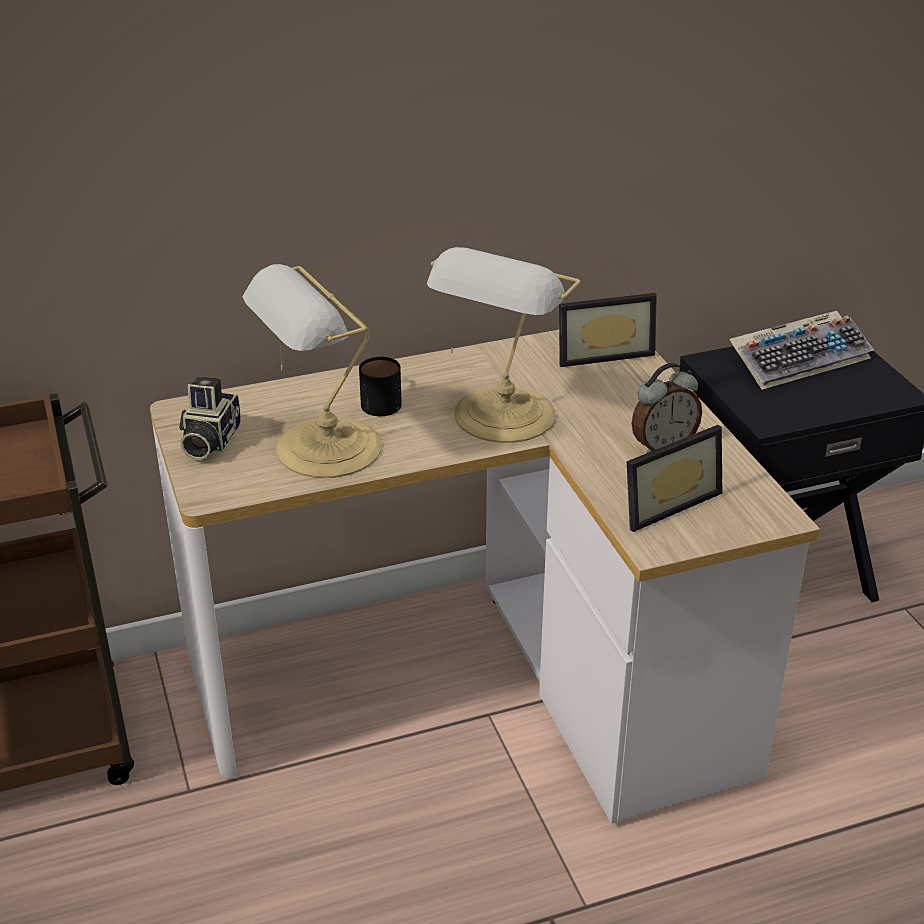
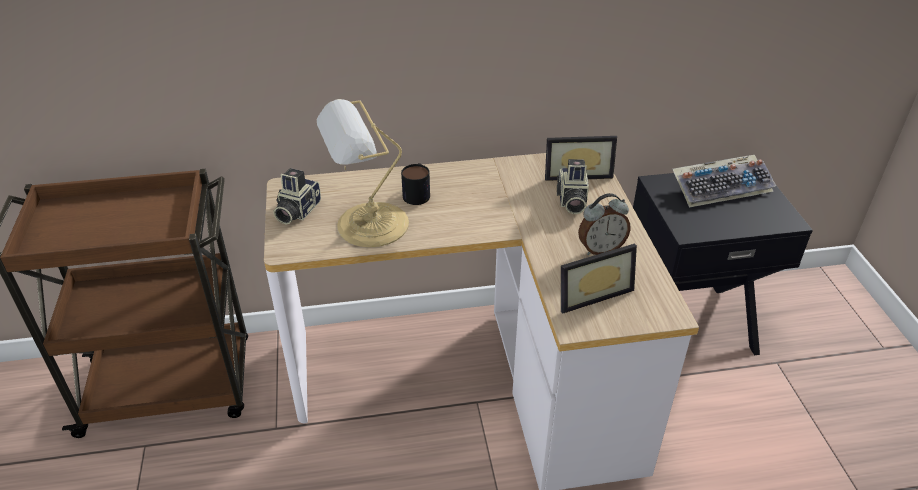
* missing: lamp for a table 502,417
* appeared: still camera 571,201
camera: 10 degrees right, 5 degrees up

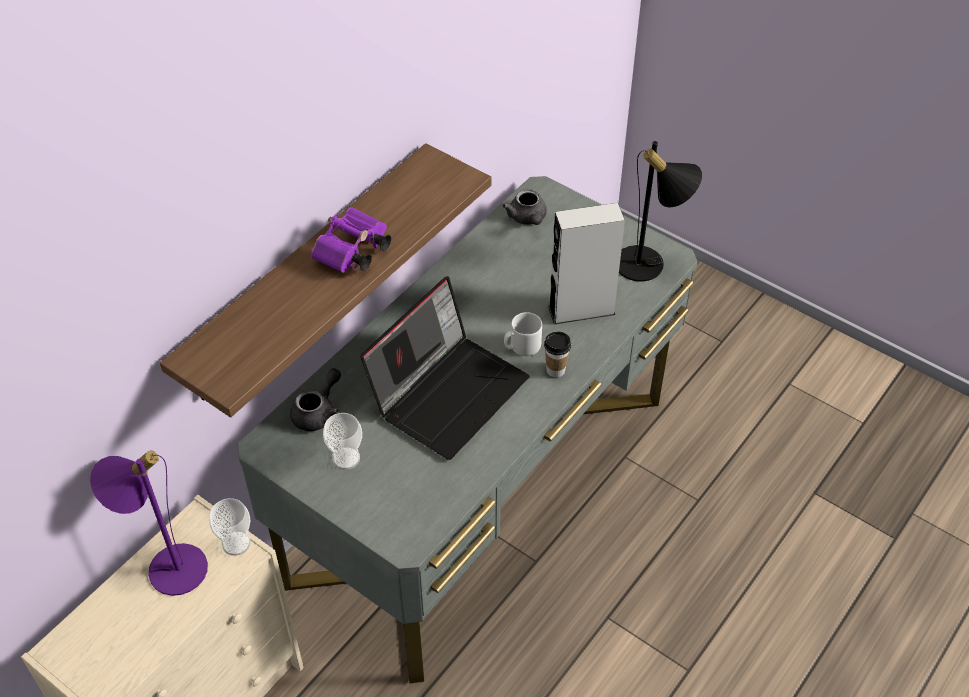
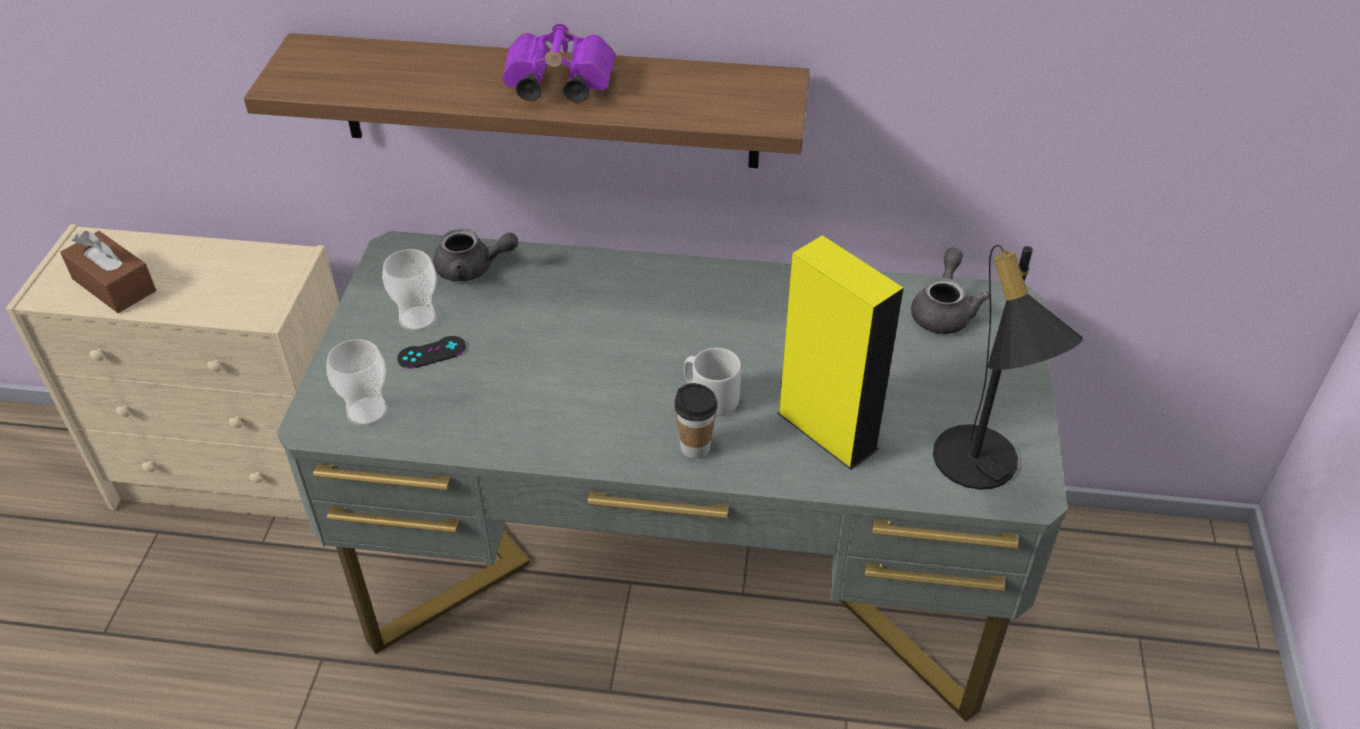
* missing: purple lamp for a table 167,565
* missing: notebook computer 449,392
* appeared: brown-coloured box of tissues 114,285
* appeared: black joypad 431,353
* relocated: drinking cup 236,543 to 367,412
* colour: gray speaker 581,310 to yellow-coloured speaker 827,430
* spun: gray pot for tea 527,219 = 943,311 150 degrees clockwise
camera: 60 degrees right, 5 degrees down

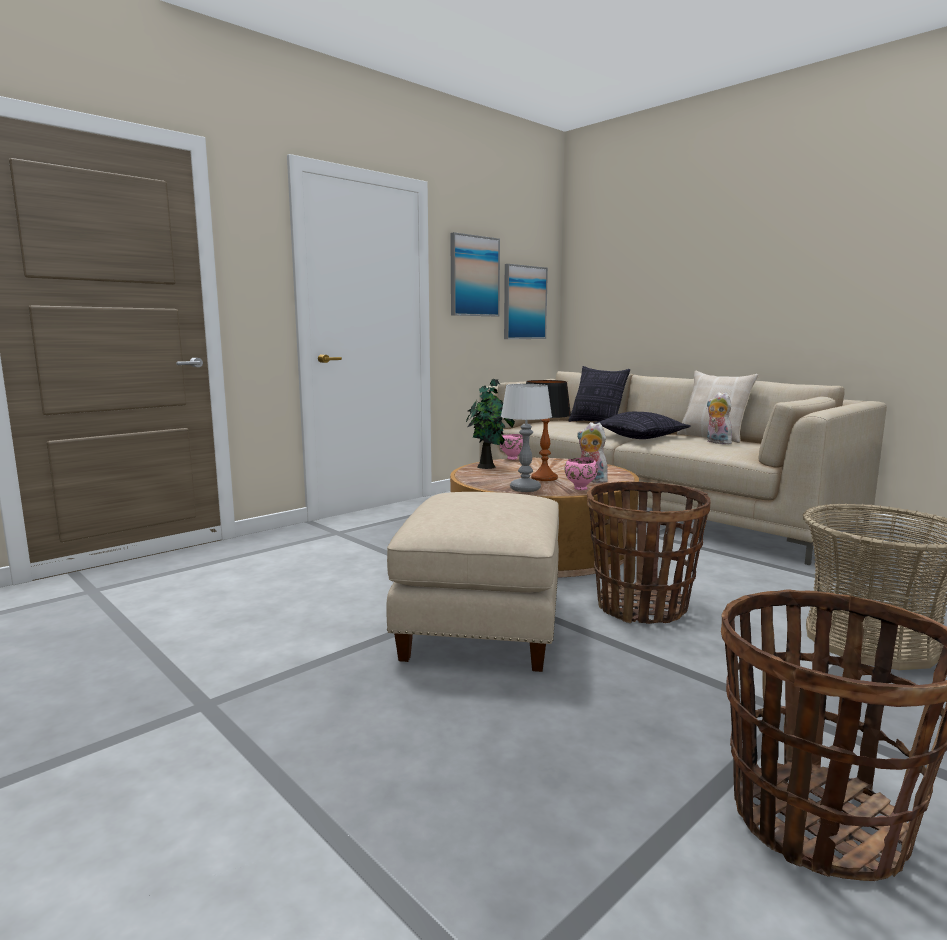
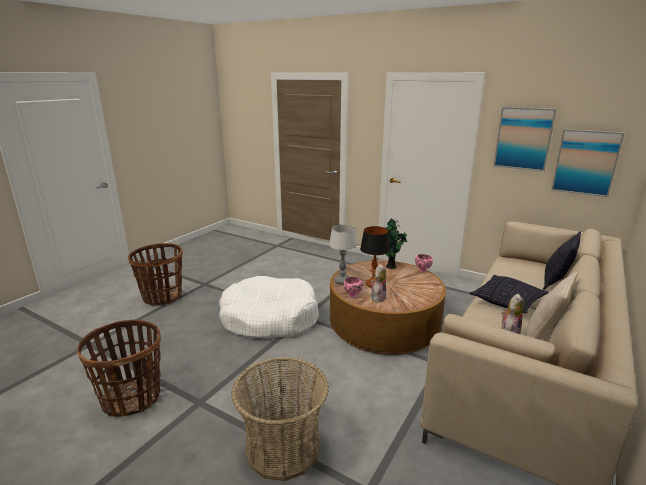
* relocated: basket 641,607 to 162,297
* exchanged: beige footrest 480,625 to white dog bed 269,318
camera: 75 degrees right, 10 degrees up

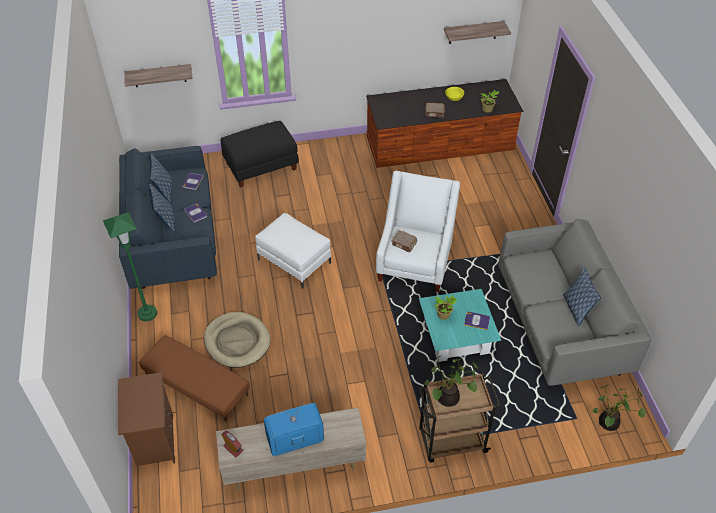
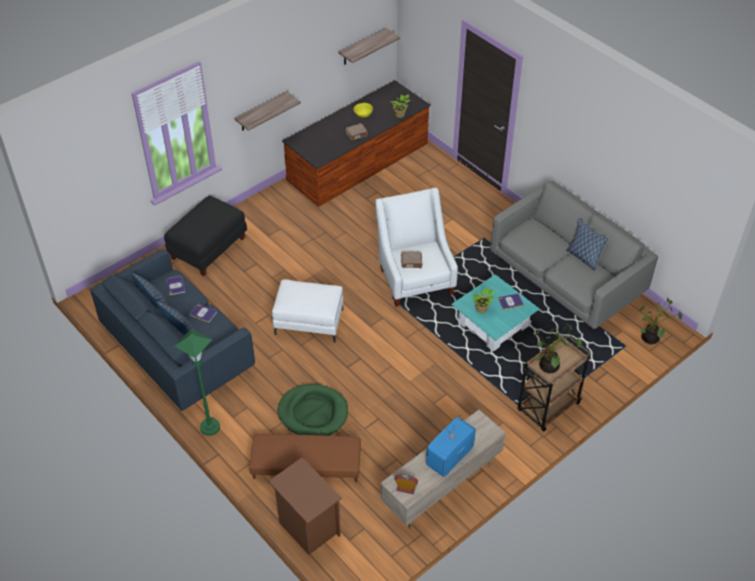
* relocated: shelf 159,75 to 261,112
* colour: beige dog bed 237,341 to green-coloured dog bed 313,413
camera: 30 degrees left, 0 degrees up

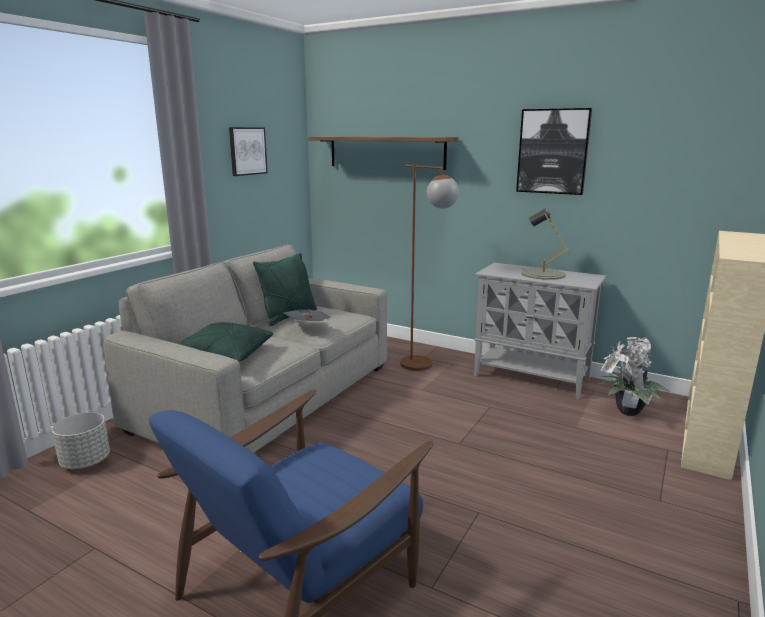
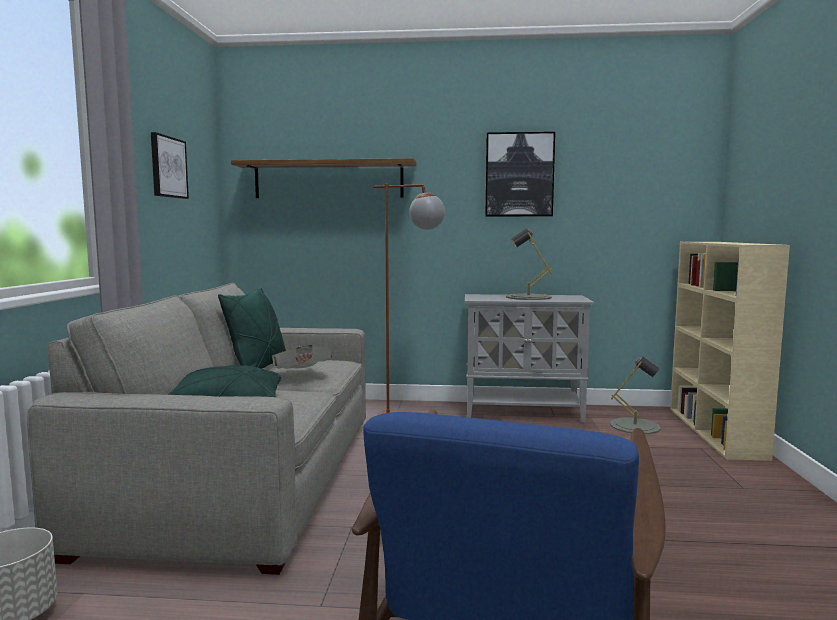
* exchanged: plant in a pot 626,412 to gray lamp for a table 635,426
camera: 25 degrees left, 10 degrees down

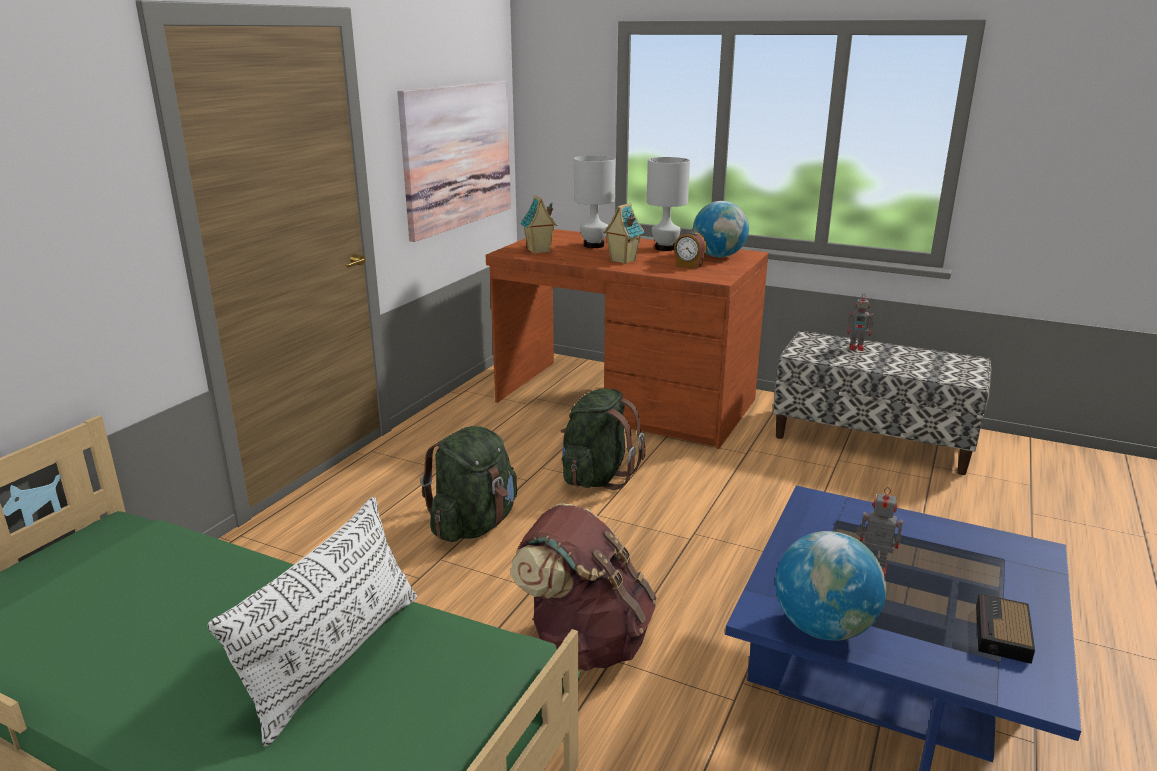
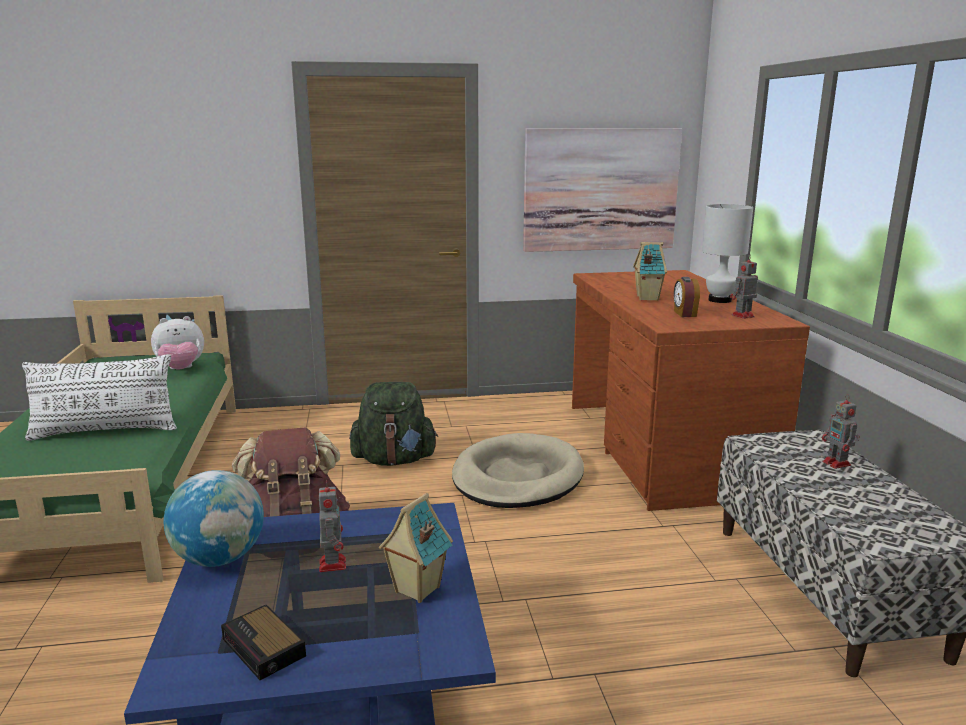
* missing: white lamp for a table 593,245
* appeared: plush toy 181,369
* relocated: miniature house 538,251 to 416,590
* exchanged: green-coloured backpack 597,477 to beige dog bed 517,477
* exchanged: globe 719,256 to model robot 742,316
* spun: table clock 1002,634 = 264,648 120 degrees counterclockwise
camera: 55 degrees right, 5 degrees down

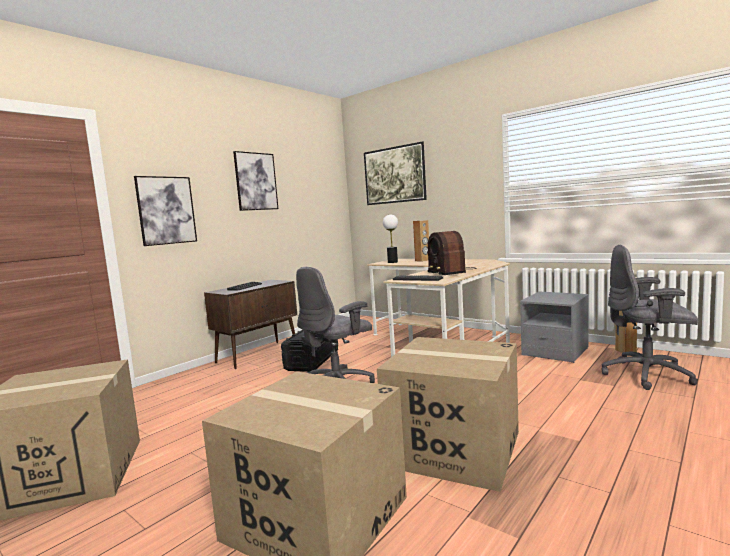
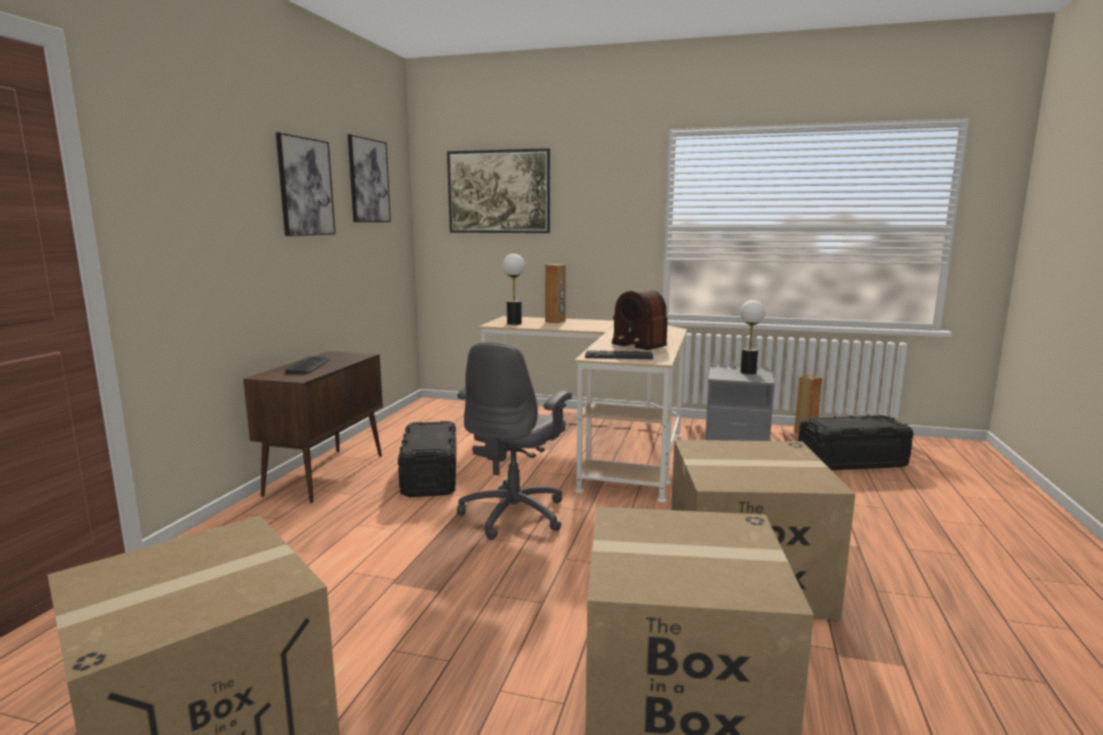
* appeared: lamp for a table 748,372
* relocated: wall art 166,210 to 368,180
* exchanged: gray computer chair 648,375 to black storage bin 851,461
camera: 25 degrees left, 5 degrees up

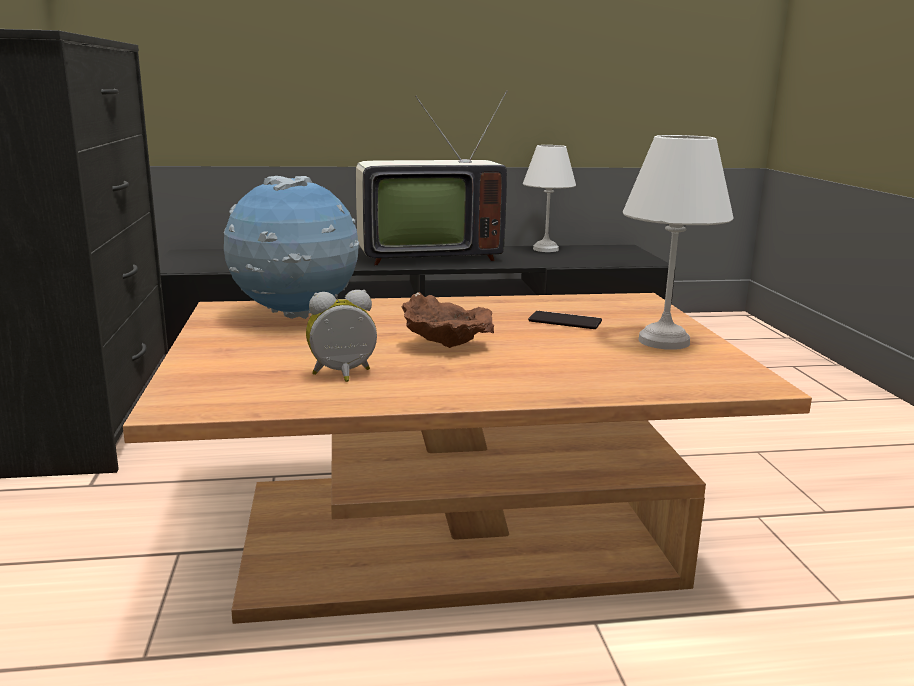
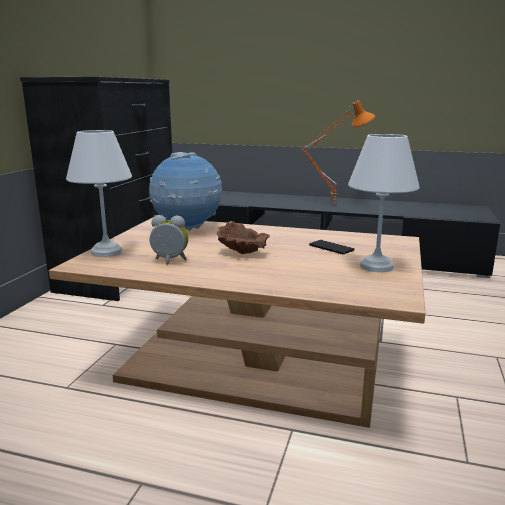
* relocated: white lamp for a table 544,249 to 105,252
* exchanged: TV set 425,256 to orange lamp for a table 333,203
camera: 25 degrees right, 0 degrees up

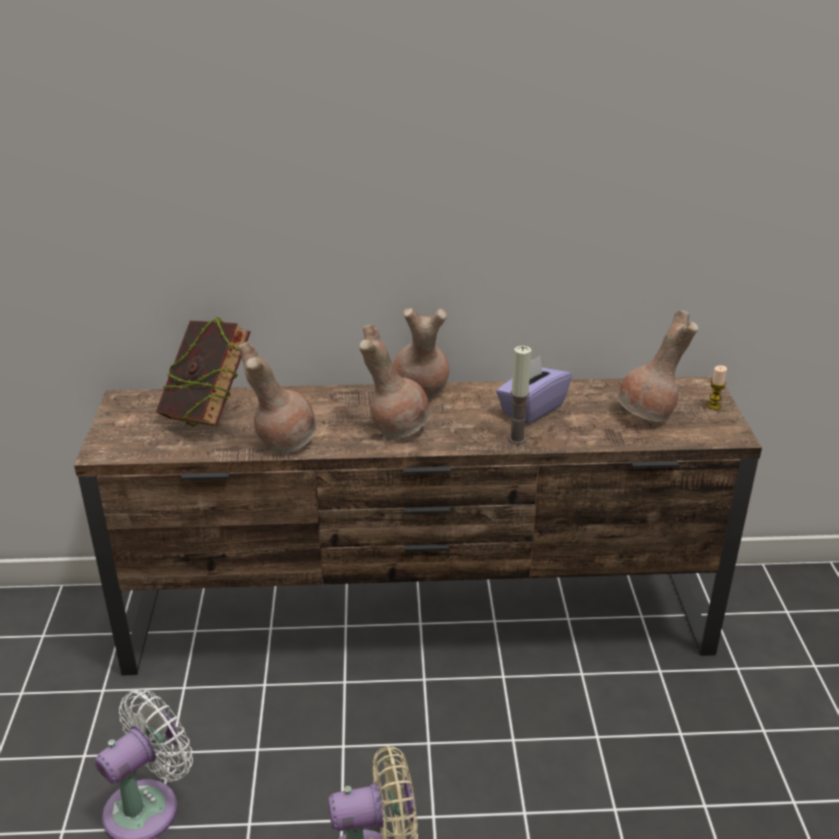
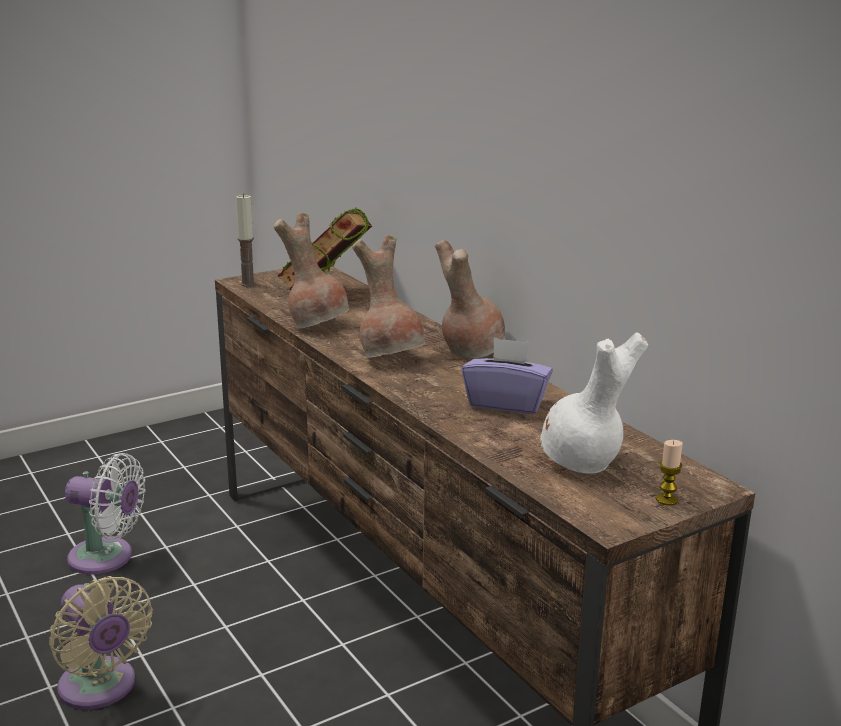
* relocated: wax candle 517,439 to 248,284
* colour: brown-coloured flower vase 648,415 to white flower vase 581,464
camera: 60 degrees right, 10 degrees down

